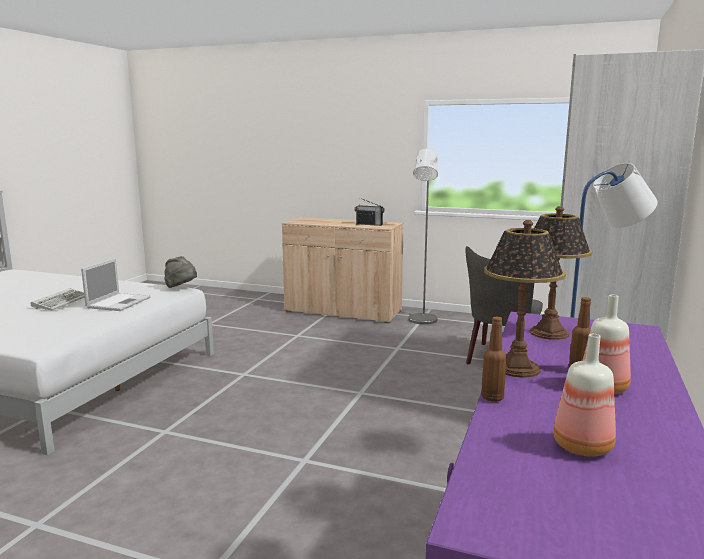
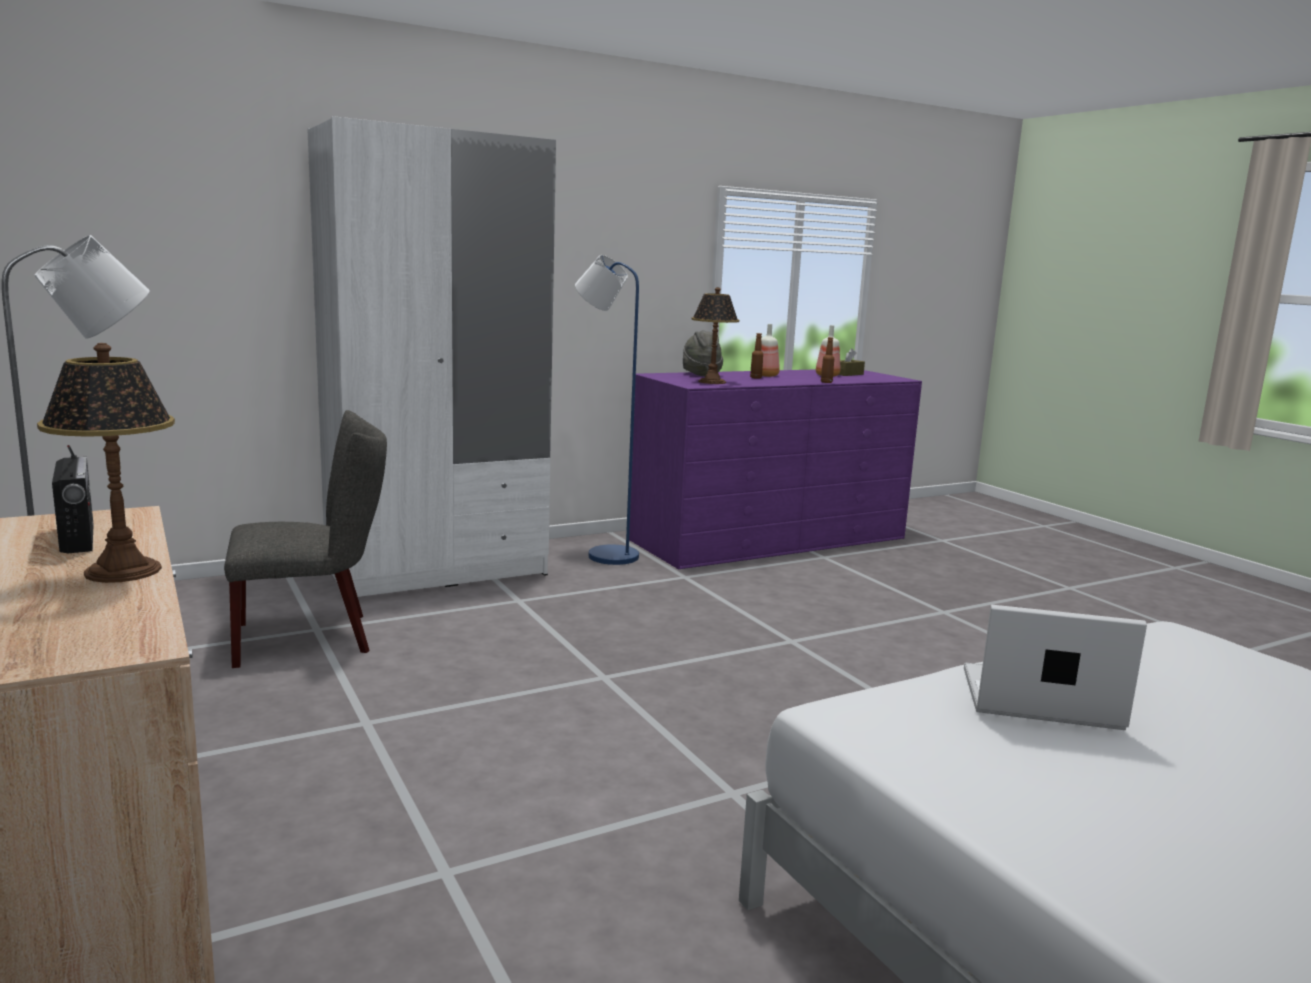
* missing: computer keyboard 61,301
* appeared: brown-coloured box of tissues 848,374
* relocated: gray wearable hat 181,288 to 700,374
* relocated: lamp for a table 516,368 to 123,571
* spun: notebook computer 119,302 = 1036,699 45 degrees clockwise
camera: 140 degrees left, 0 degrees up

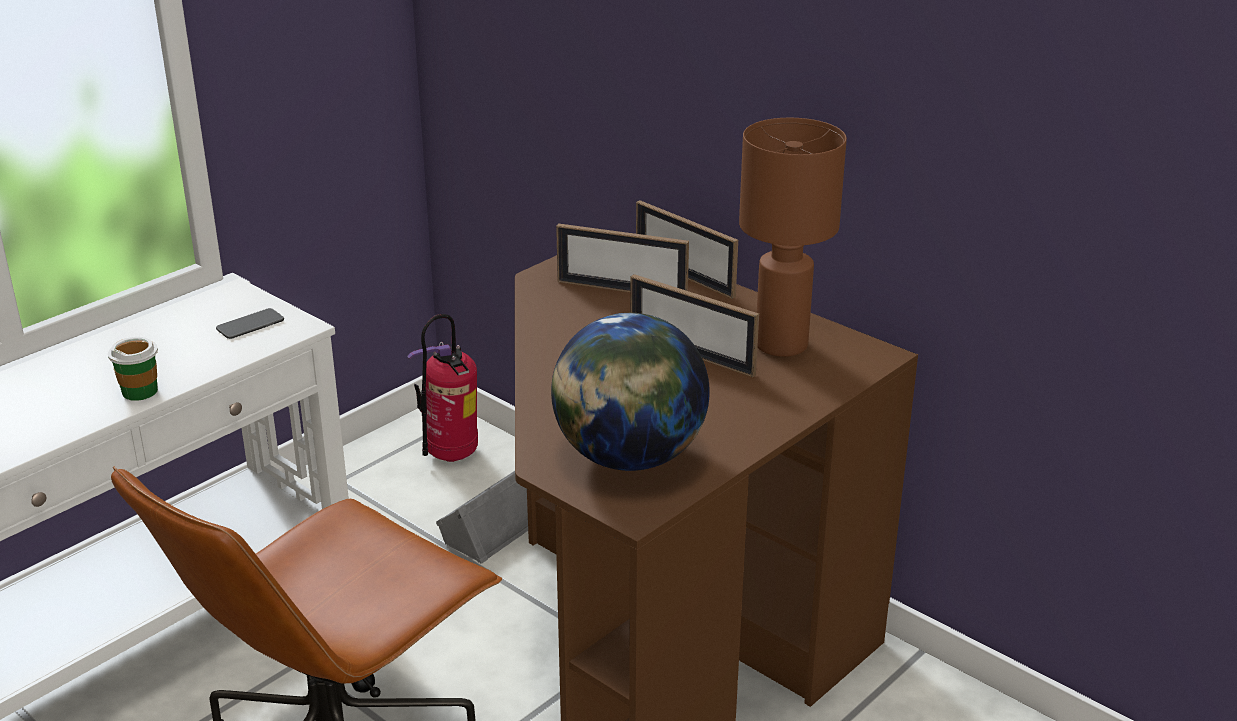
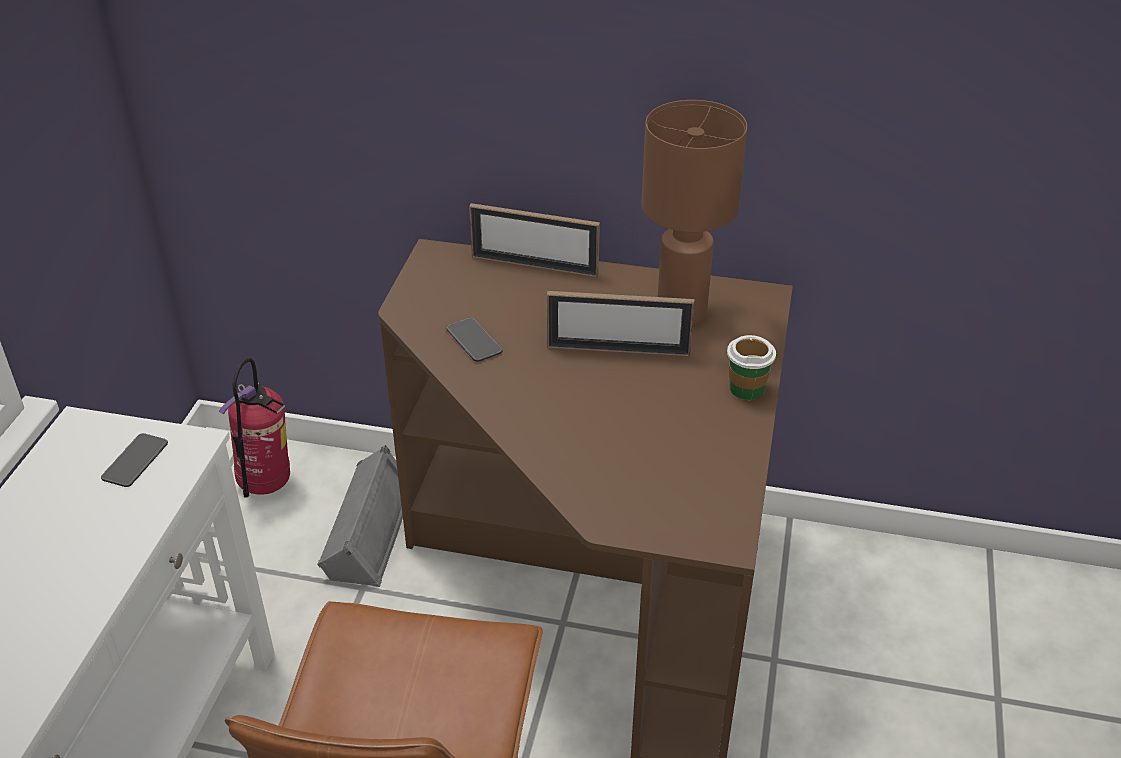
* missing: globe 629,458
* missing: standing frame 621,290
* appeared: telephone 474,341
* relocated: drinking cup 140,391 to 746,388
camera: 30 degrees left, 10 degrees up

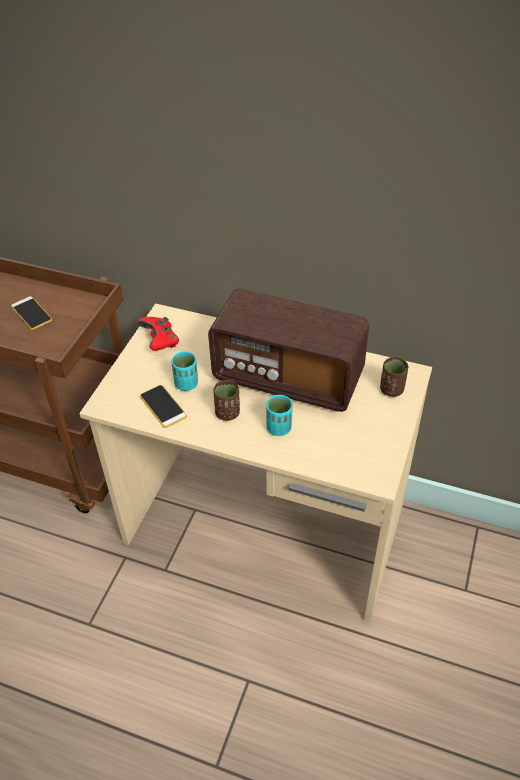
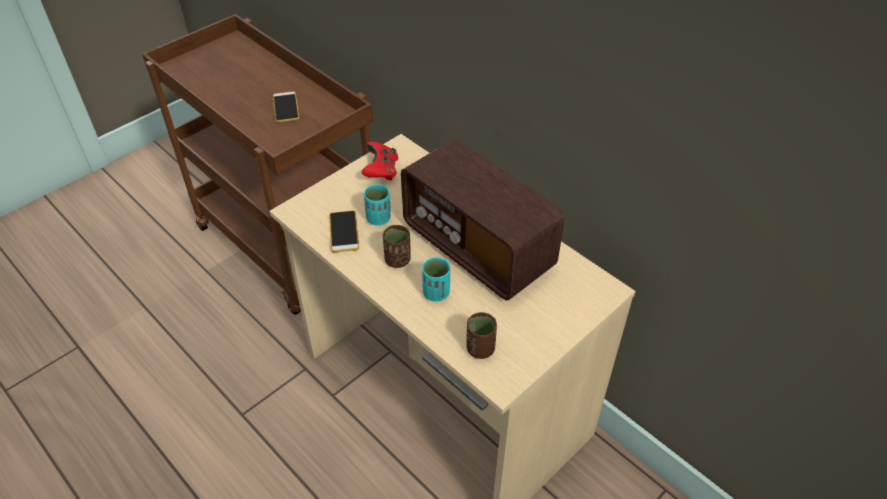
* relocated: brown-coloured drinking cup 391,390 to 480,349
camera: 25 degrees right, 0 degrees up

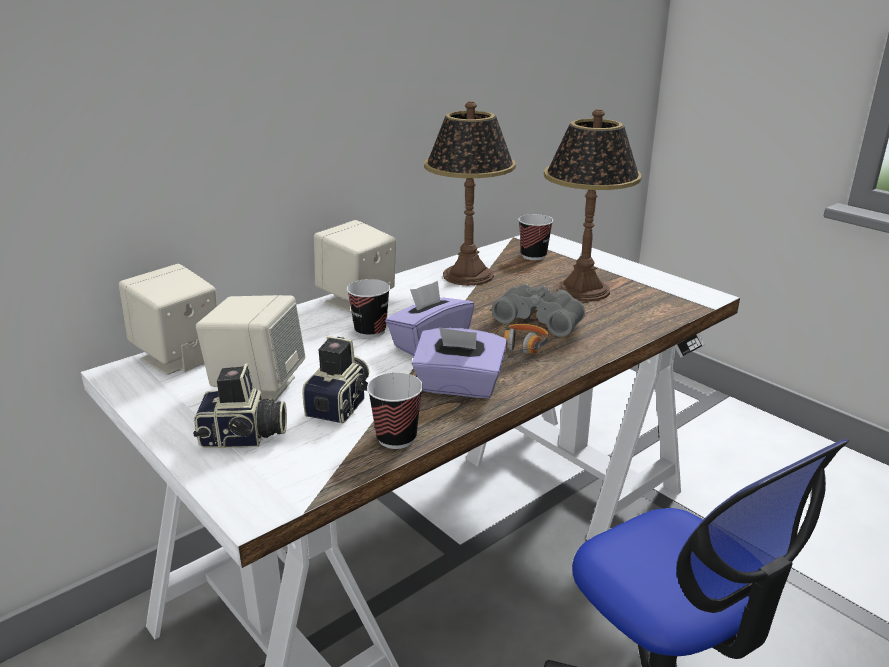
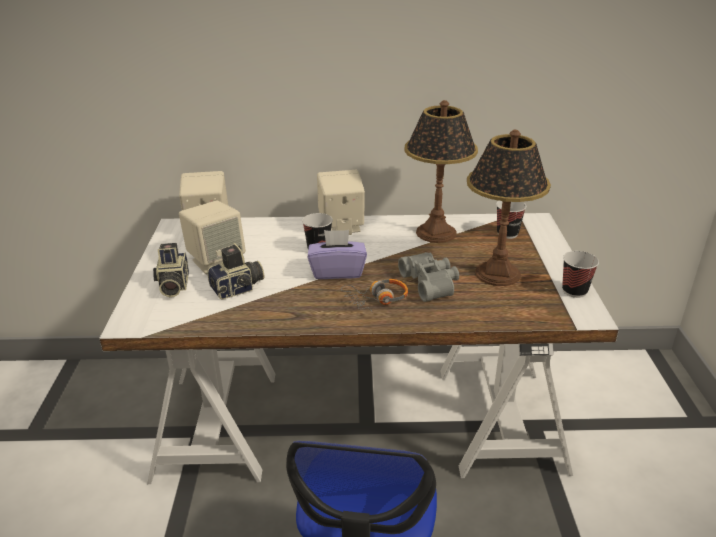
* missing: purple box of tissues 459,386
* relocated: drinking cup 396,438 to 574,291
* spun: still camera 243,438 = 173,286 45 degrees clockwise
camera: 40 degrees right, 5 degrees up

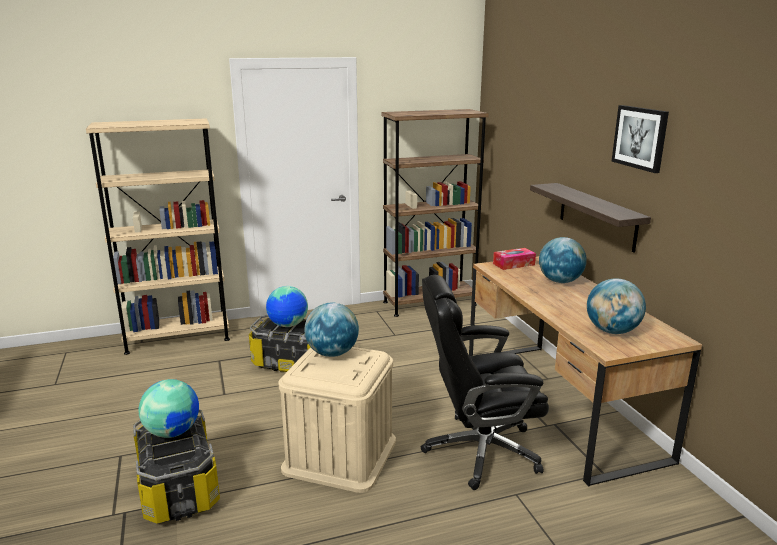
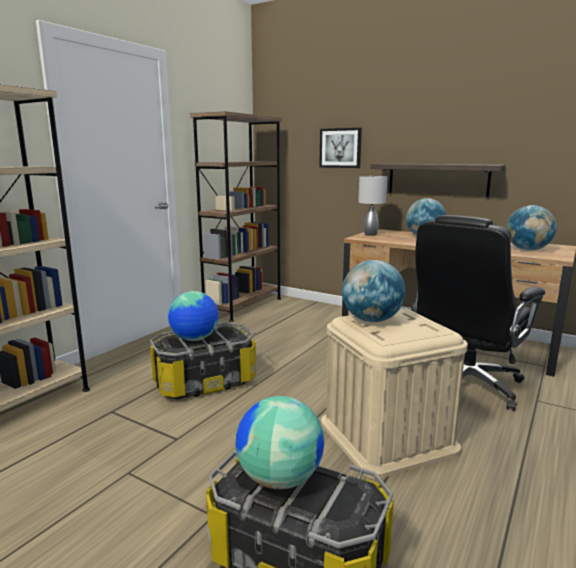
* relocated: wall art 640,138 to 340,148
* exchanged: box of tissues 513,264 to gray lamp for a table 370,235
camera: 40 degrees left, 5 degrees down

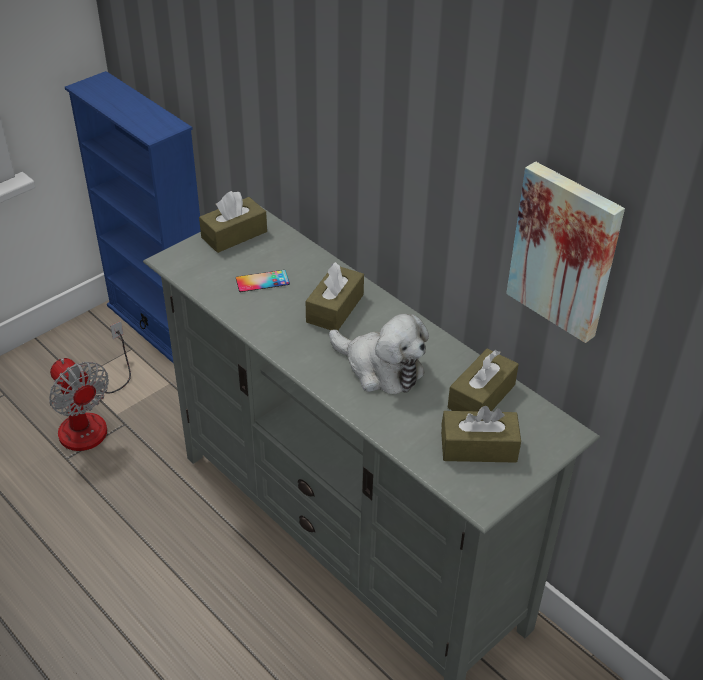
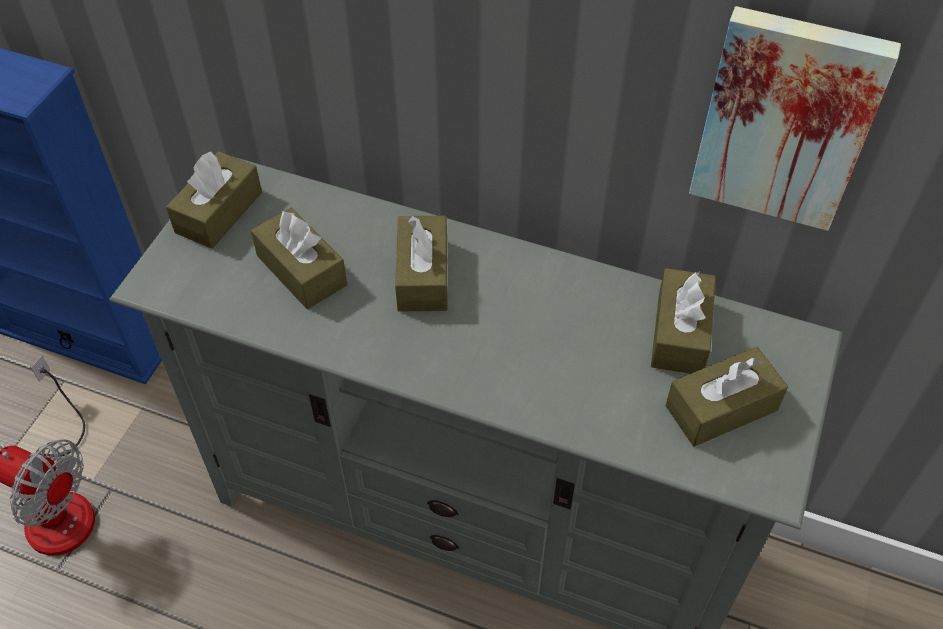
* missing: plush toy 380,368
* exchanged: telephone 262,281 to brown-coloured box of tissues 301,270
camera: 25 degrees left, 10 degrees up

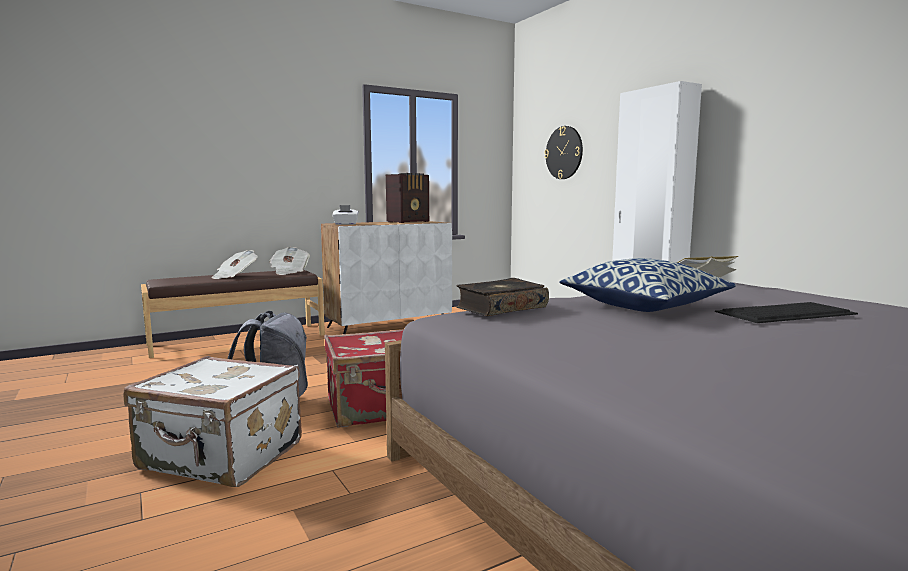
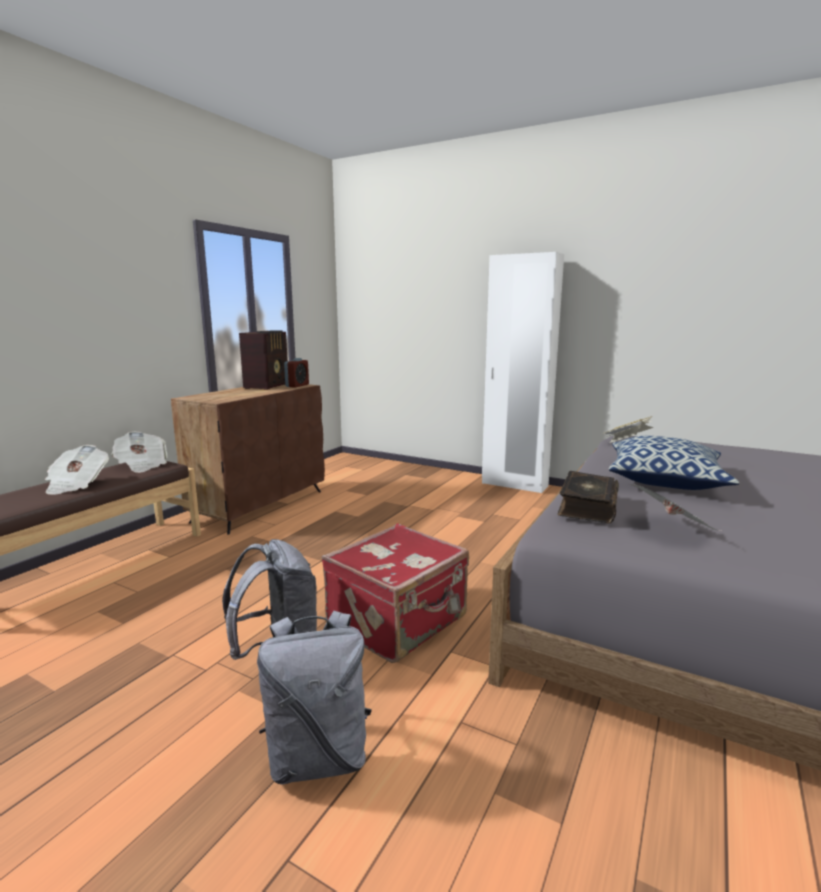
* missing: white box of tissues 345,224
* missing: hanging clock 564,152
* missing: computer keyboard 785,313
* appeared: table clock 297,385
* appeared: daily paper 673,530
* exchanged: white travel case 221,457 to gray backpack 318,757
* colour: white storage cabinet 389,325 to brown-coloured storage cabinet 260,506
camera: 30 degrees left, 5 degrees up

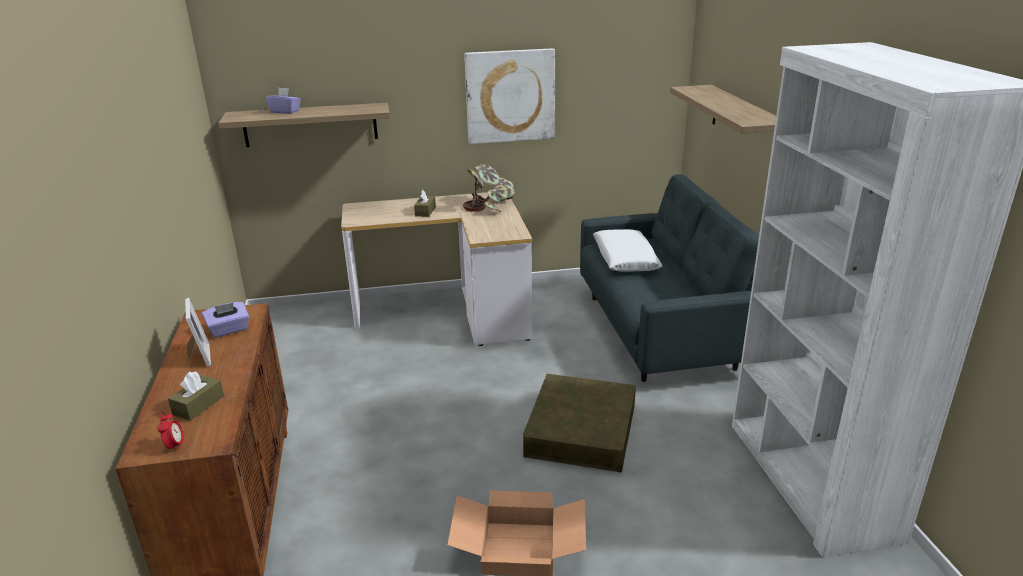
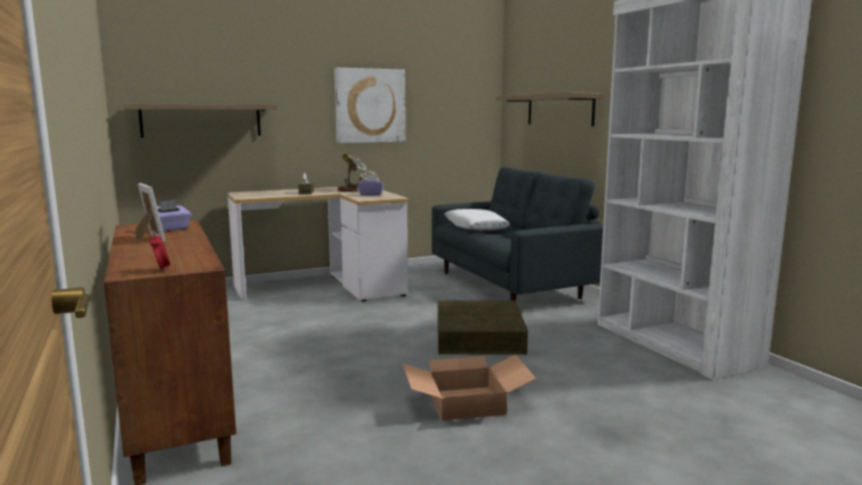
* missing: brown-coloured box of tissues 198,405
* relocated: purple box of tissues 285,111 to 371,194
camera: 15 degrees left, 15 degrees down

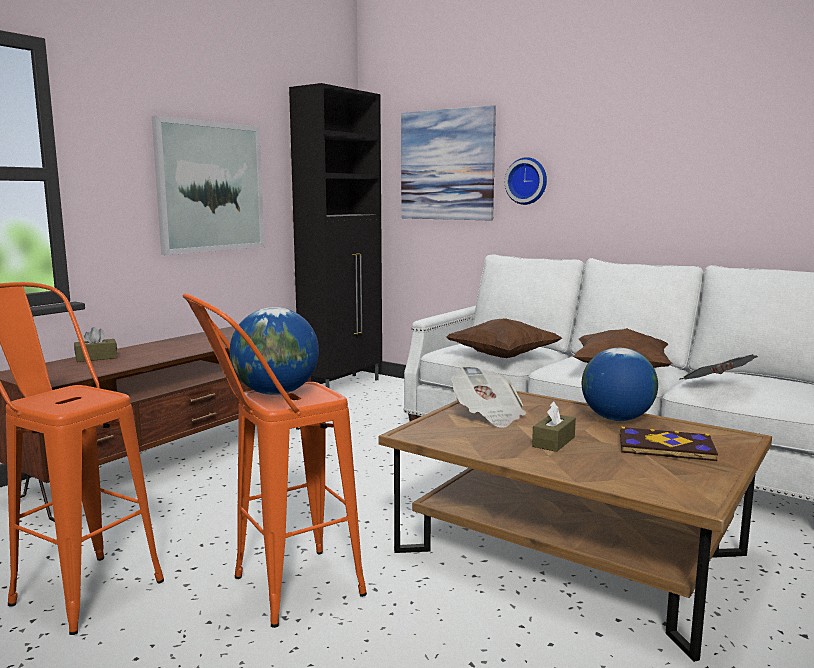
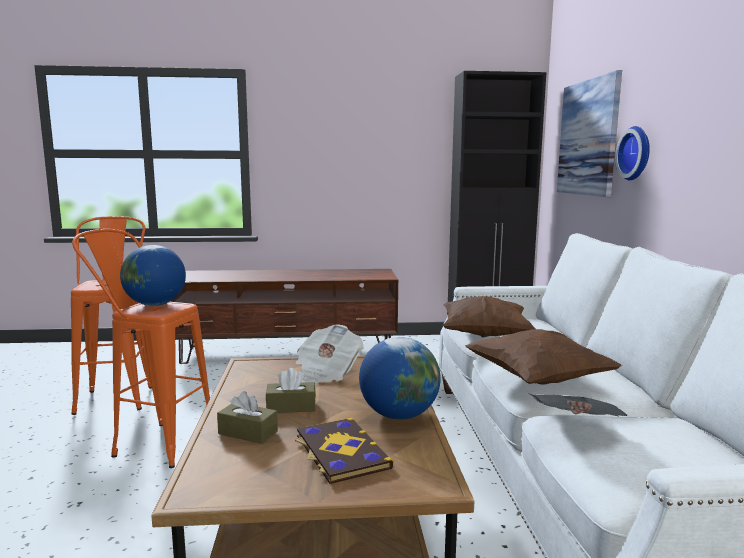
* missing: wall art 211,187
* relocated: brown-coloured box of tissues 96,358 to 248,433
camera: 50 degrees right, 0 degrees up

